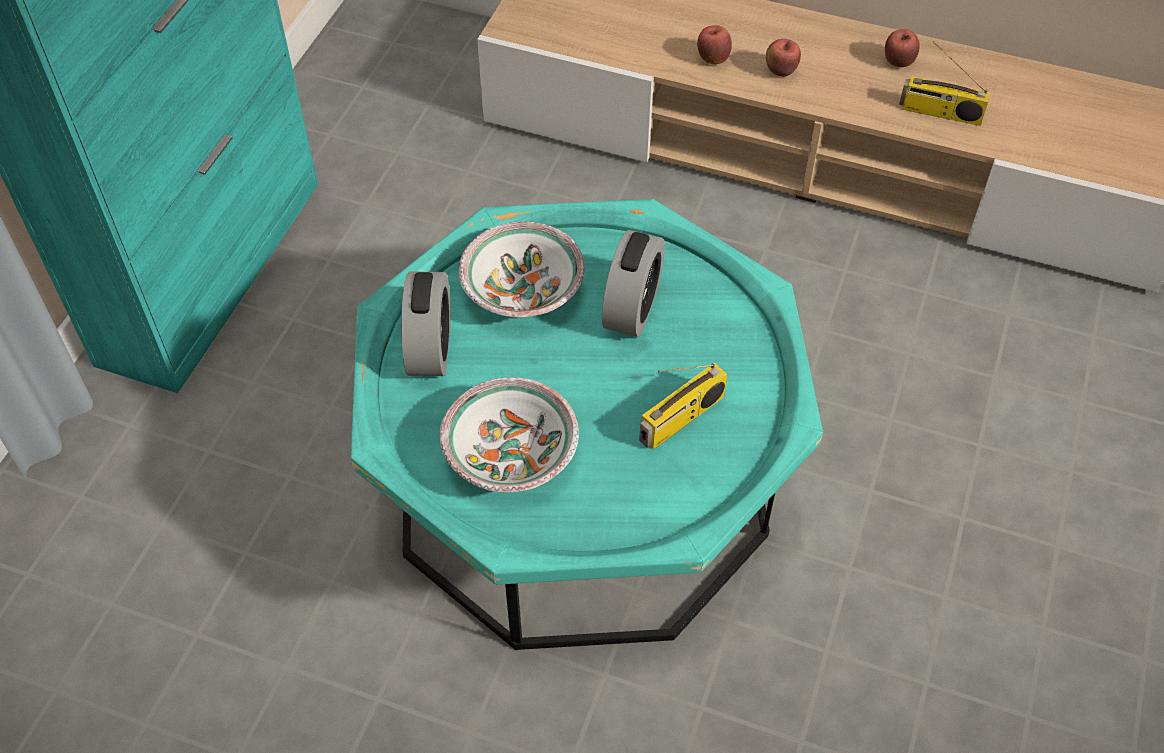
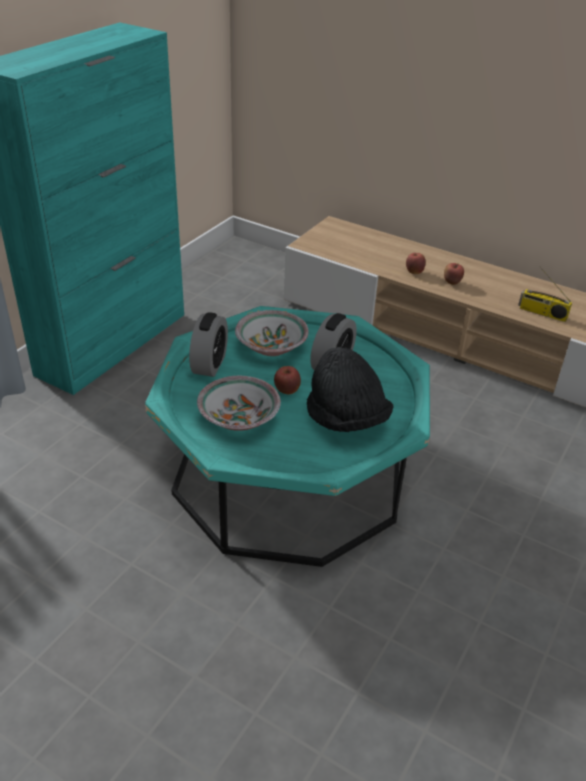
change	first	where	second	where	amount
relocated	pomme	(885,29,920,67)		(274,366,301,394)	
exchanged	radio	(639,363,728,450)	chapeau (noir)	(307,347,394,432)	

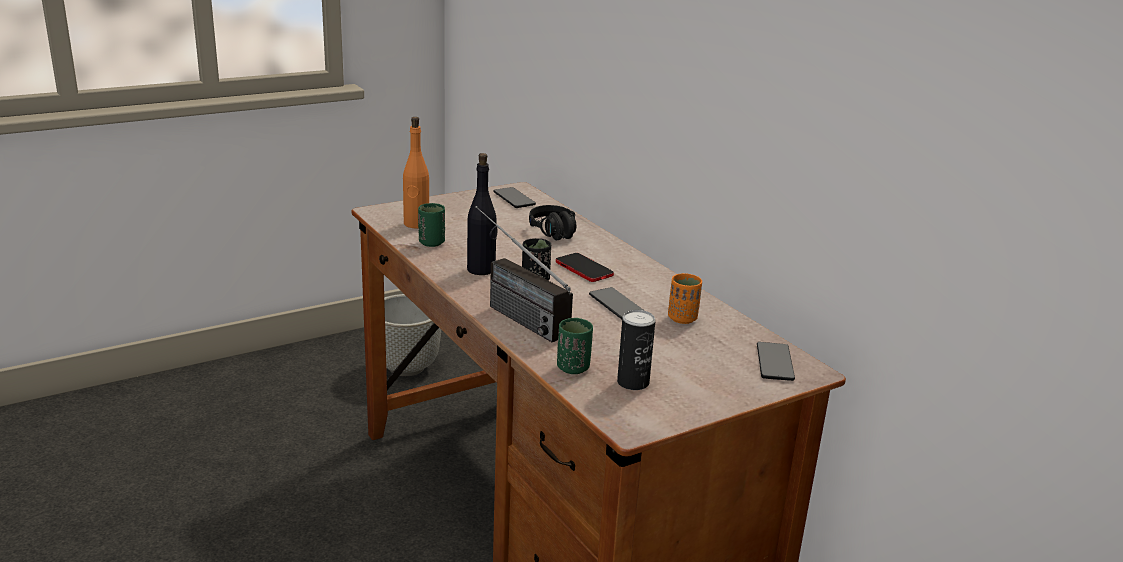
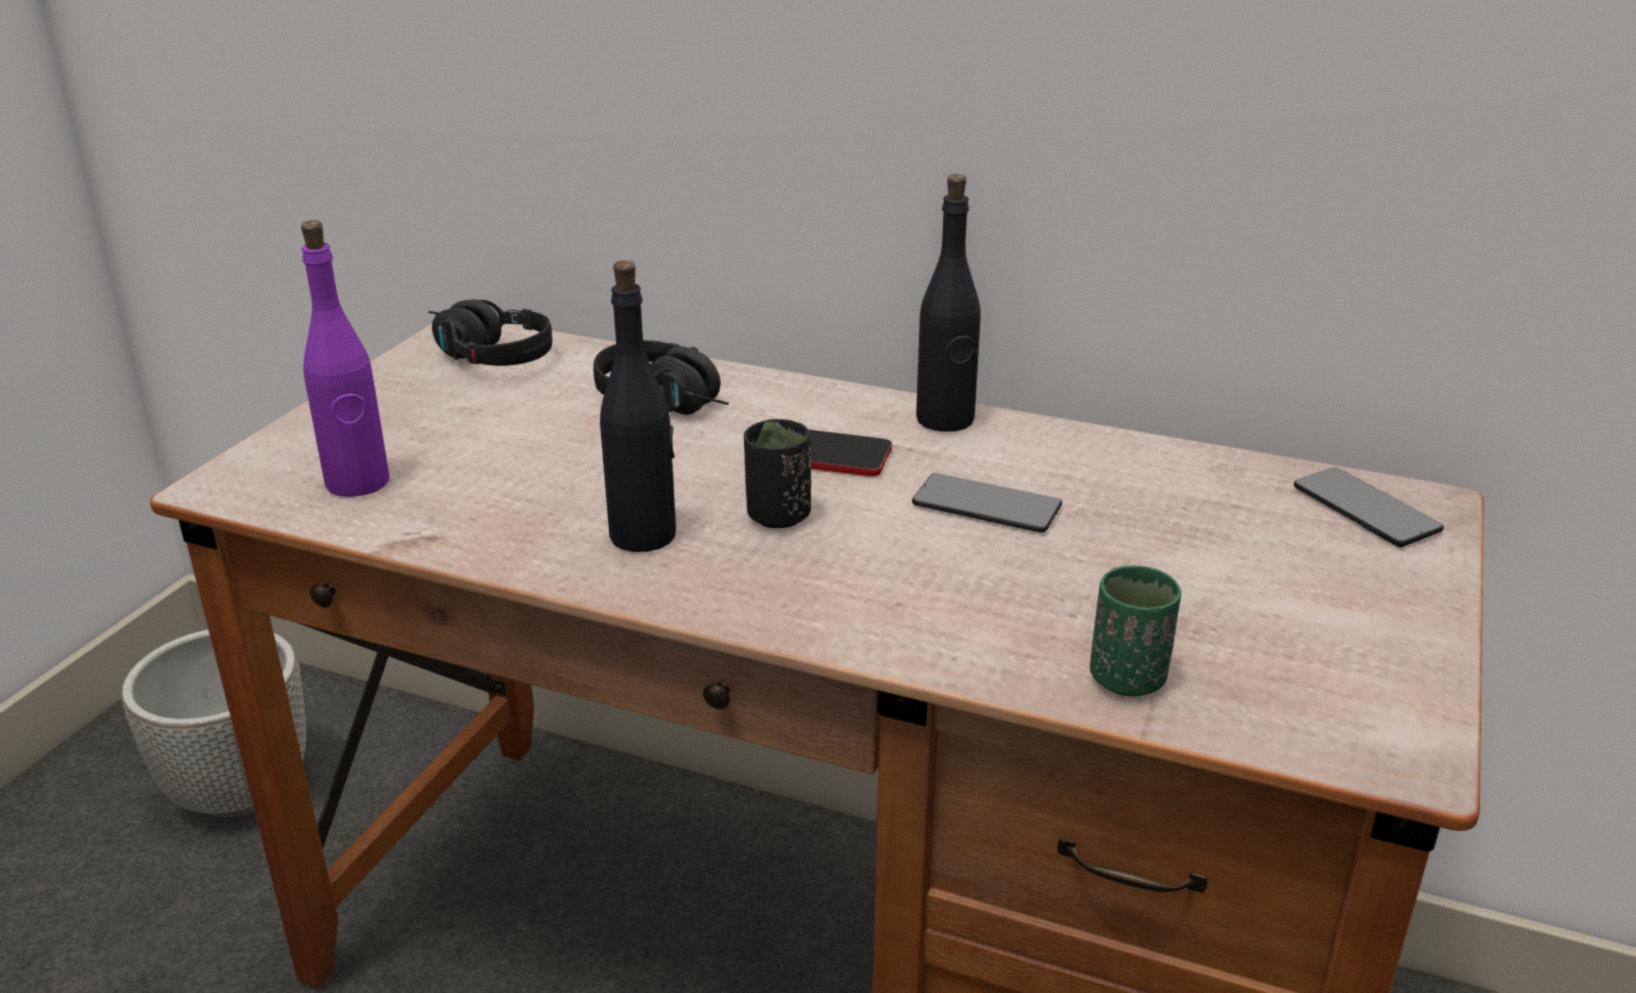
change	first	where	second	where	amount
colour	bouteille (orange)	(403,117,429,229)	bouteille (violet)	(301,220,389,497)	
exchanged	téléphone	(493,187,536,208)	casque audio (noir)	(428,299,552,366)	
appeared			bouteille (noir)	(916,174,981,432)	
missing	tasse (vert)	(418,203,445,247)			
missing	radio	(475,206,573,342)			
missing	boîte métallique	(617,310,655,390)			
missing	tasse (orange)	(668,273,702,324)			

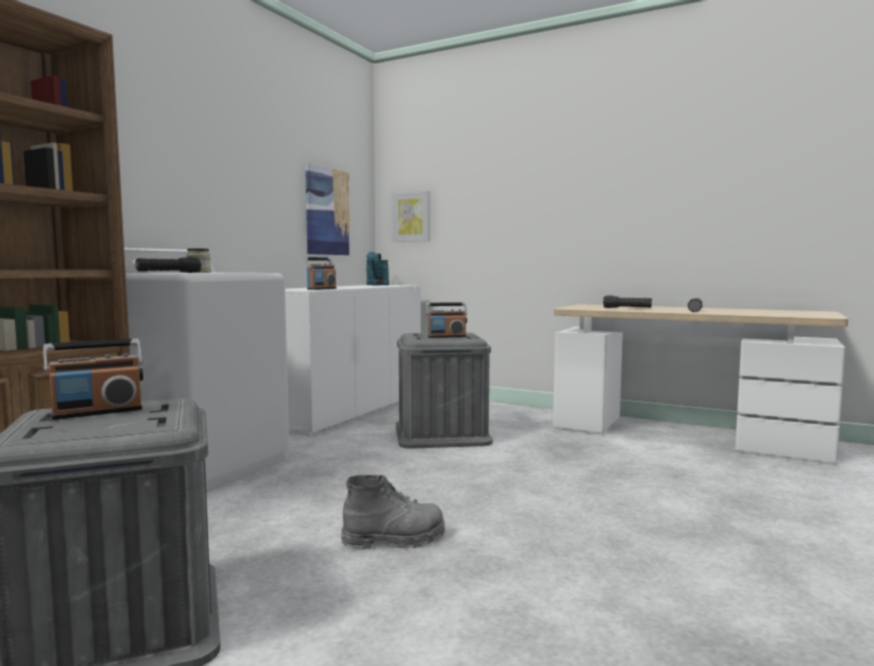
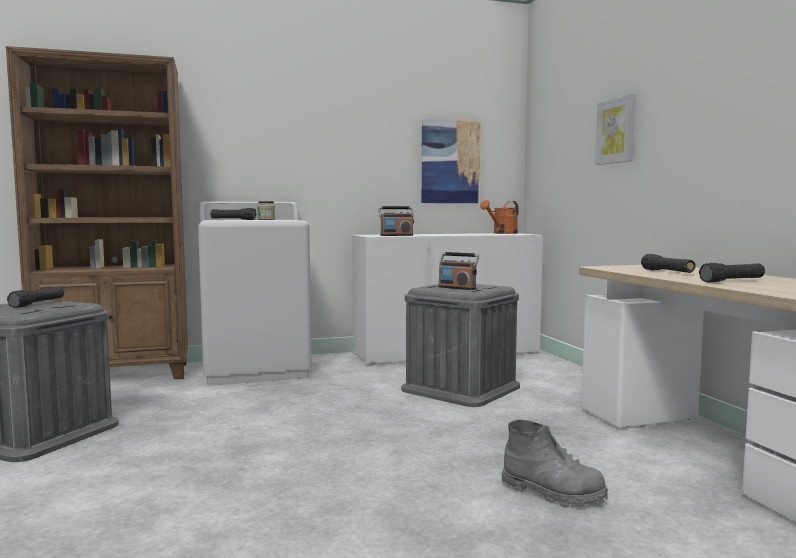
change	first	where	second	where	amount
exchanged	radio	(43,339,143,420)	lampe de poche (noir)	(7,286,65,308)	
colour	arrosoir (turquoise)	(366,252,389,285)	arrosoir (orange)	(480,200,519,234)	
relocated	botte (gris)	(341,475,445,549)		(501,420,608,507)	
relocated	tableau	(392,191,430,242)		(595,93,636,165)	

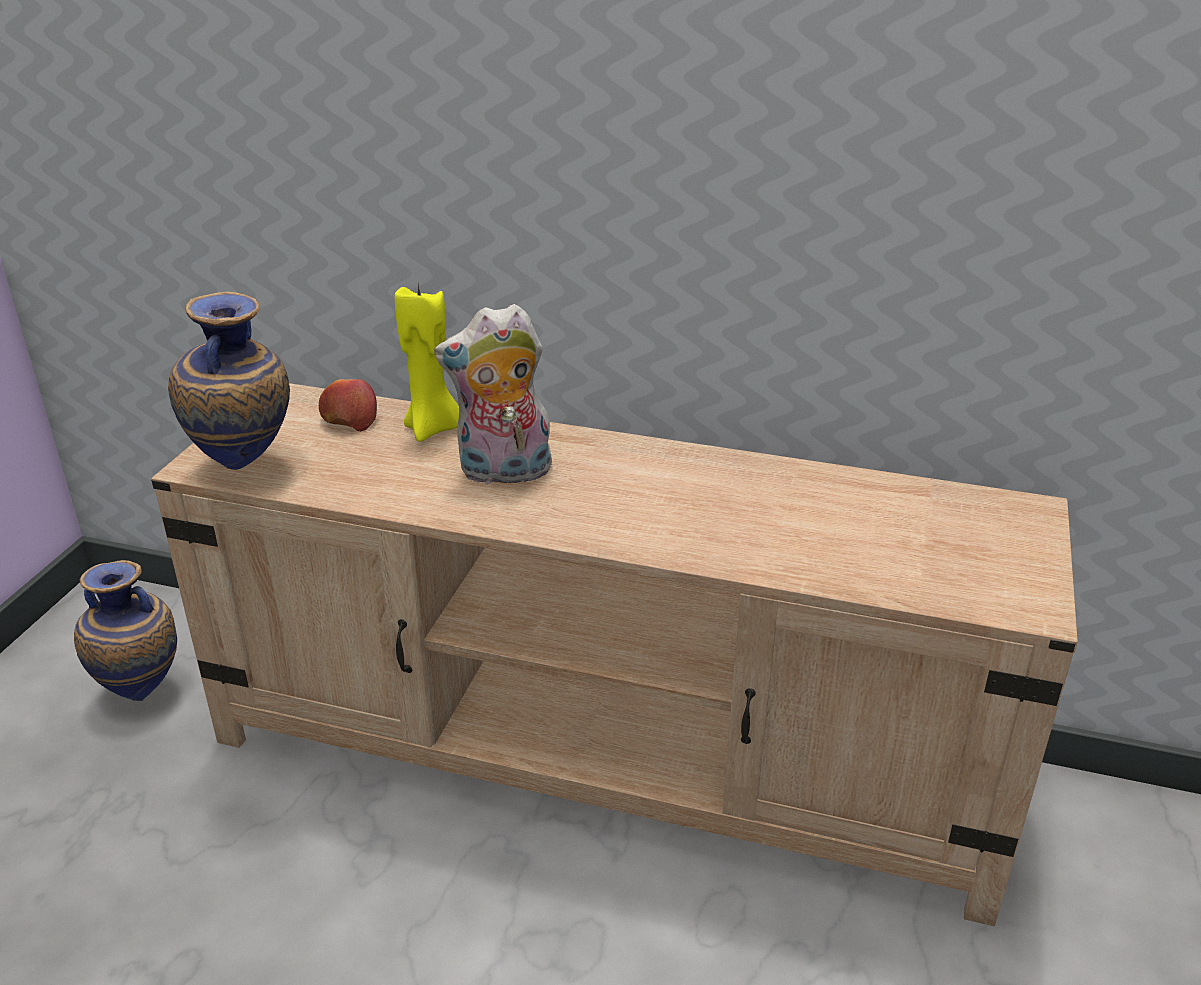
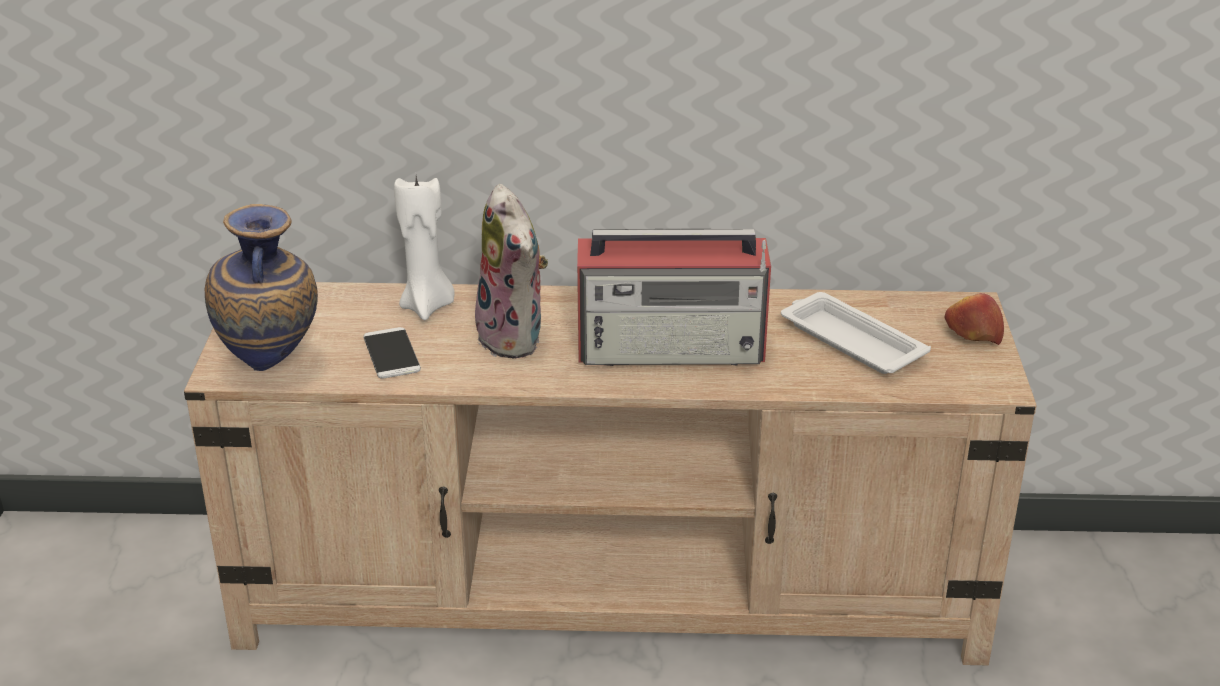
change	first	where	second	where	amount
appeared			téléphone	(363,327,421,379)	
colour	bougie (jaune)	(395,285,459,442)	bougie (blanc)	(394,176,455,320)	
spun	peluche	(434,304,552,485)		(475,184,548,359)	90 degrees counterclockwise
appeared			radio	(577,229,771,366)	
appeared			plateau (blanc)	(781,292,931,374)	
relocated	pomme	(319,379,377,432)		(945,293,1004,345)	
missing	vase	(74,560,177,701)			

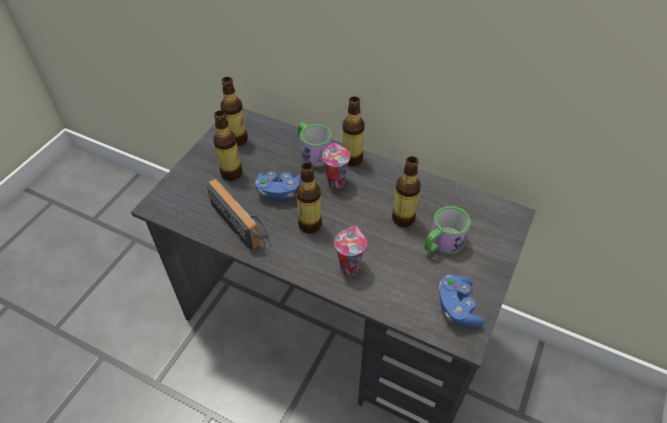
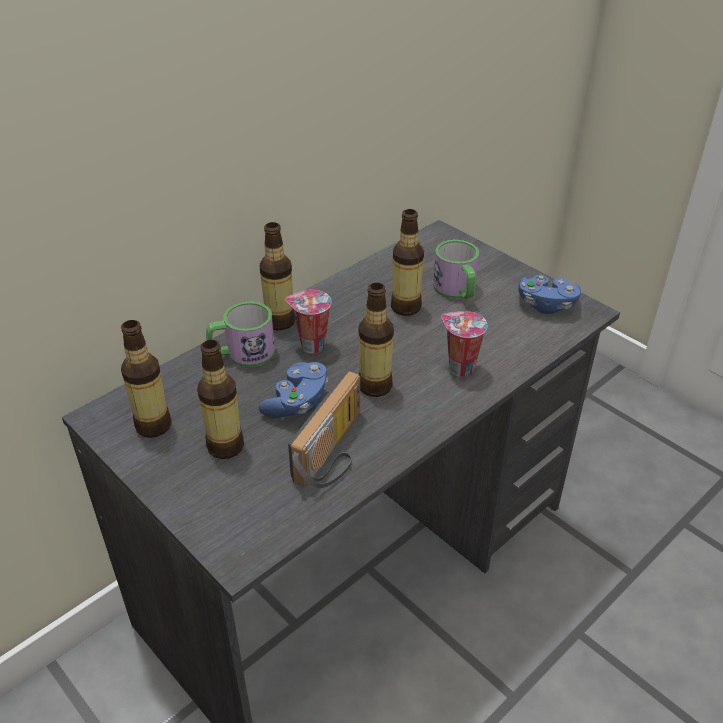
change	first	where	second	where	amount
spun	radio	(207,179,268,250)		(288,371,360,488)	135 degrees clockwise

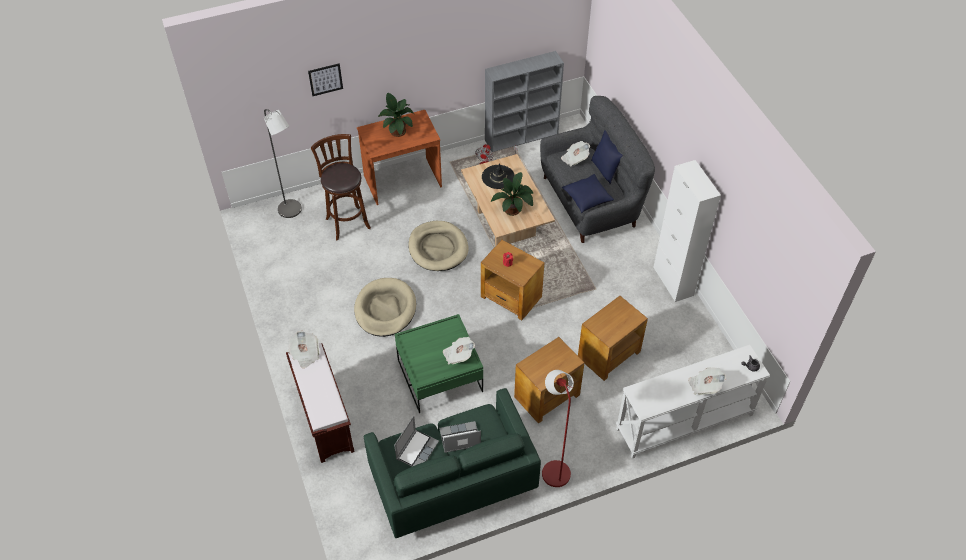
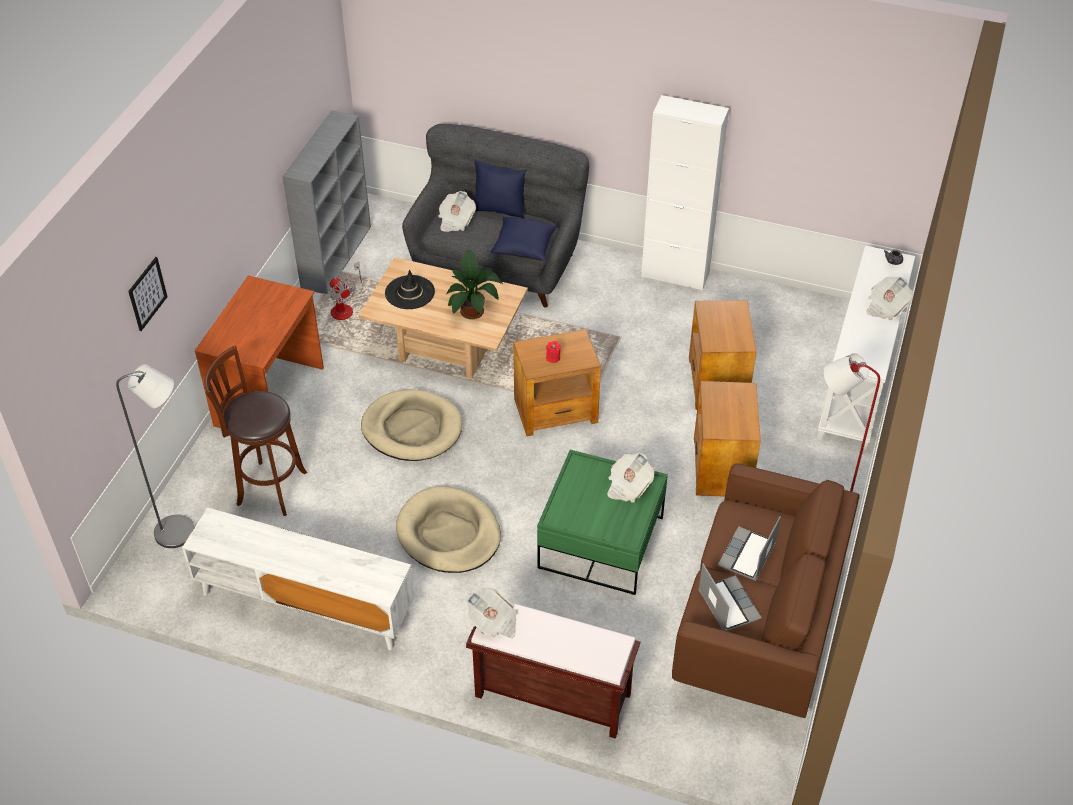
change	first	where	second	where	amount
appeared			meuble télé (blanc)	(182,507,415,650)	
colour	canapé (vert)	(363,388,541,538)	canapé (marron)	(672,464,860,718)	
missing	plante en pot	(377,93,414,137)			

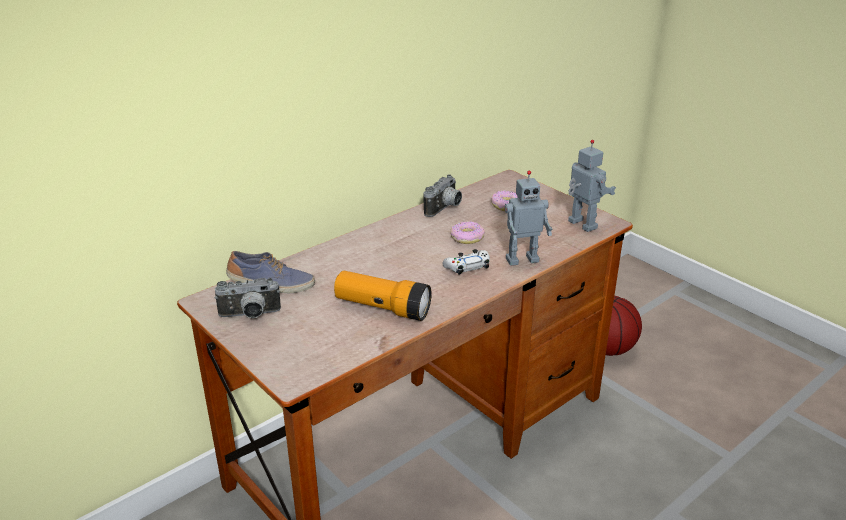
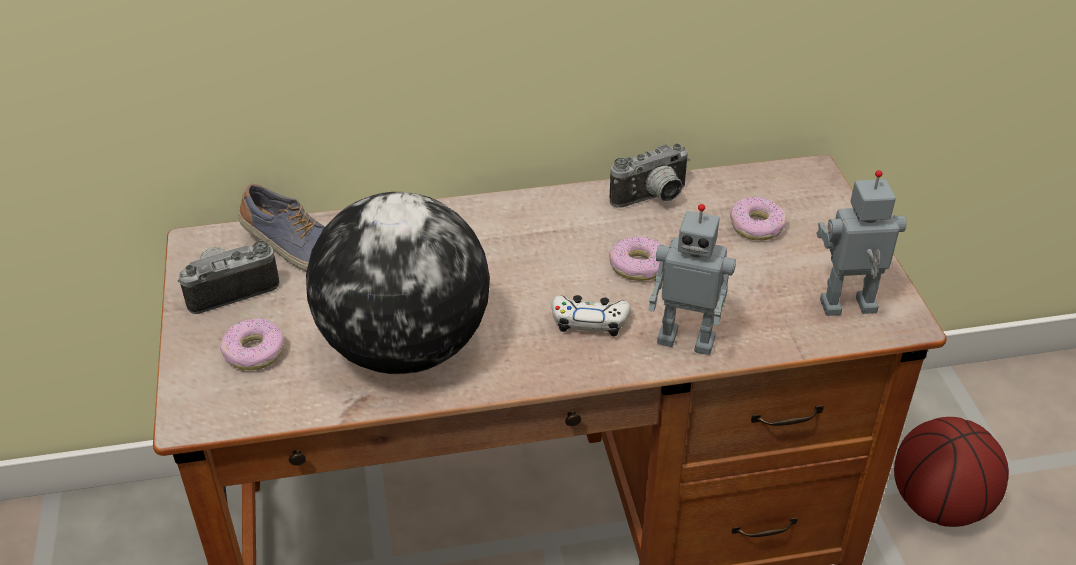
change	first	where	second	where	amount
spun	appareil photo	(214,278,281,318)		(178,241,280,314)	135 degrees clockwise
appeared			beignet	(220,318,284,370)	
exchanged	lampe de poche	(334,271,432,321)	globe	(306,192,490,374)	
spun	robot jouet	(568,140,616,232)		(816,170,906,316)	90 degrees counterclockwise

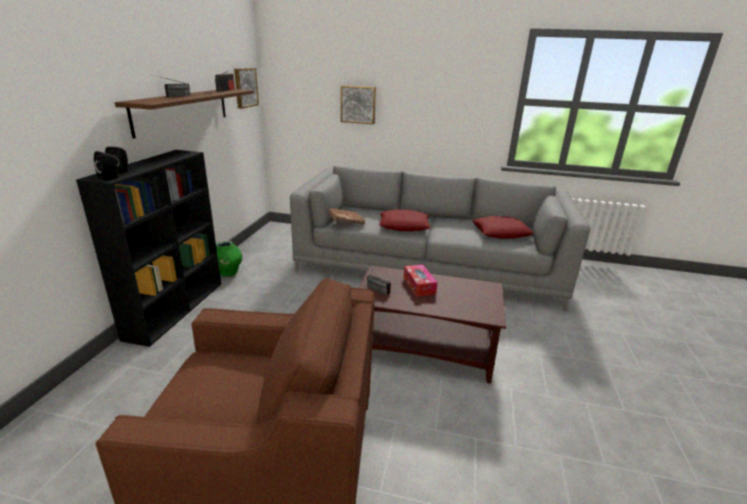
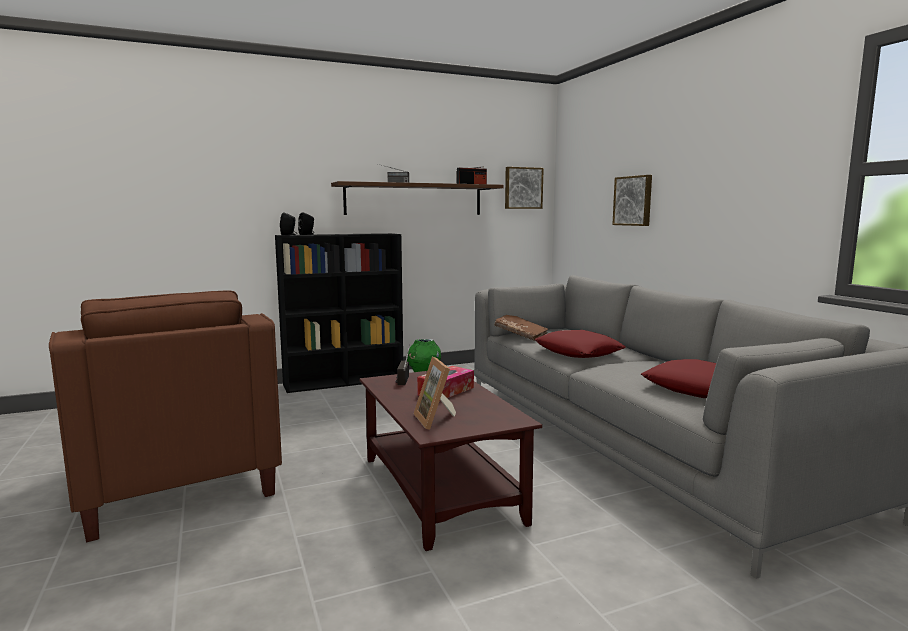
change	first	where	second	where	amount
appeared			cadre photo	(414,357,456,430)	

